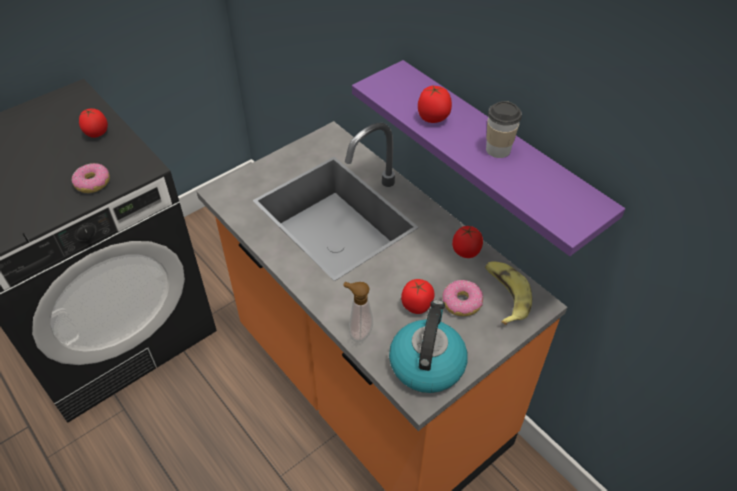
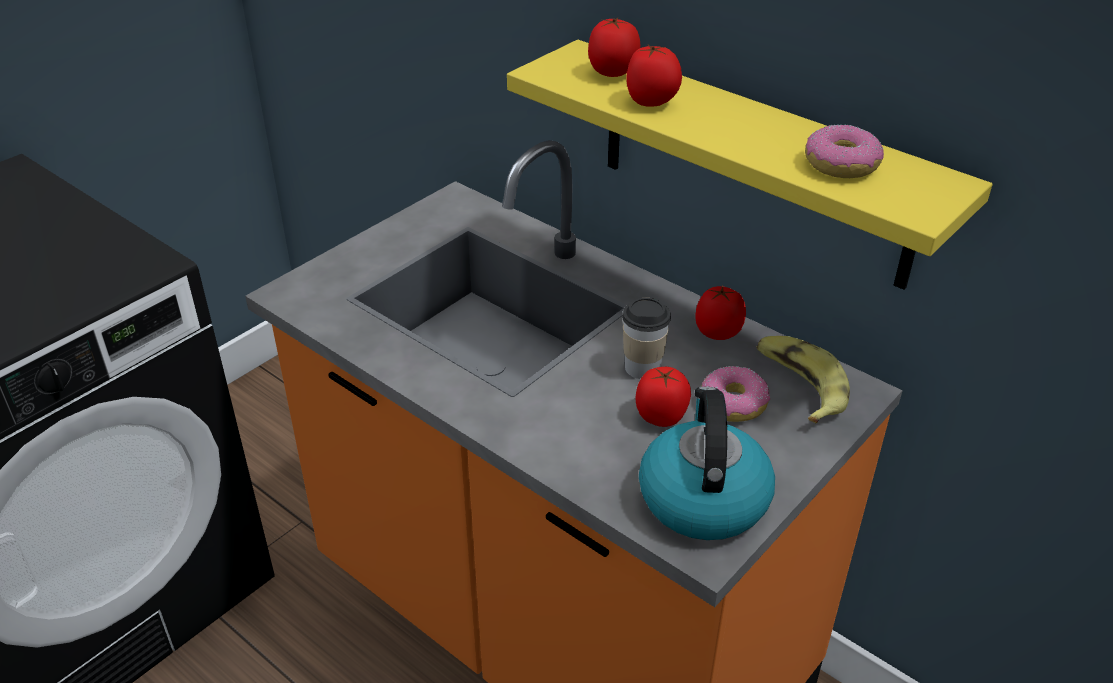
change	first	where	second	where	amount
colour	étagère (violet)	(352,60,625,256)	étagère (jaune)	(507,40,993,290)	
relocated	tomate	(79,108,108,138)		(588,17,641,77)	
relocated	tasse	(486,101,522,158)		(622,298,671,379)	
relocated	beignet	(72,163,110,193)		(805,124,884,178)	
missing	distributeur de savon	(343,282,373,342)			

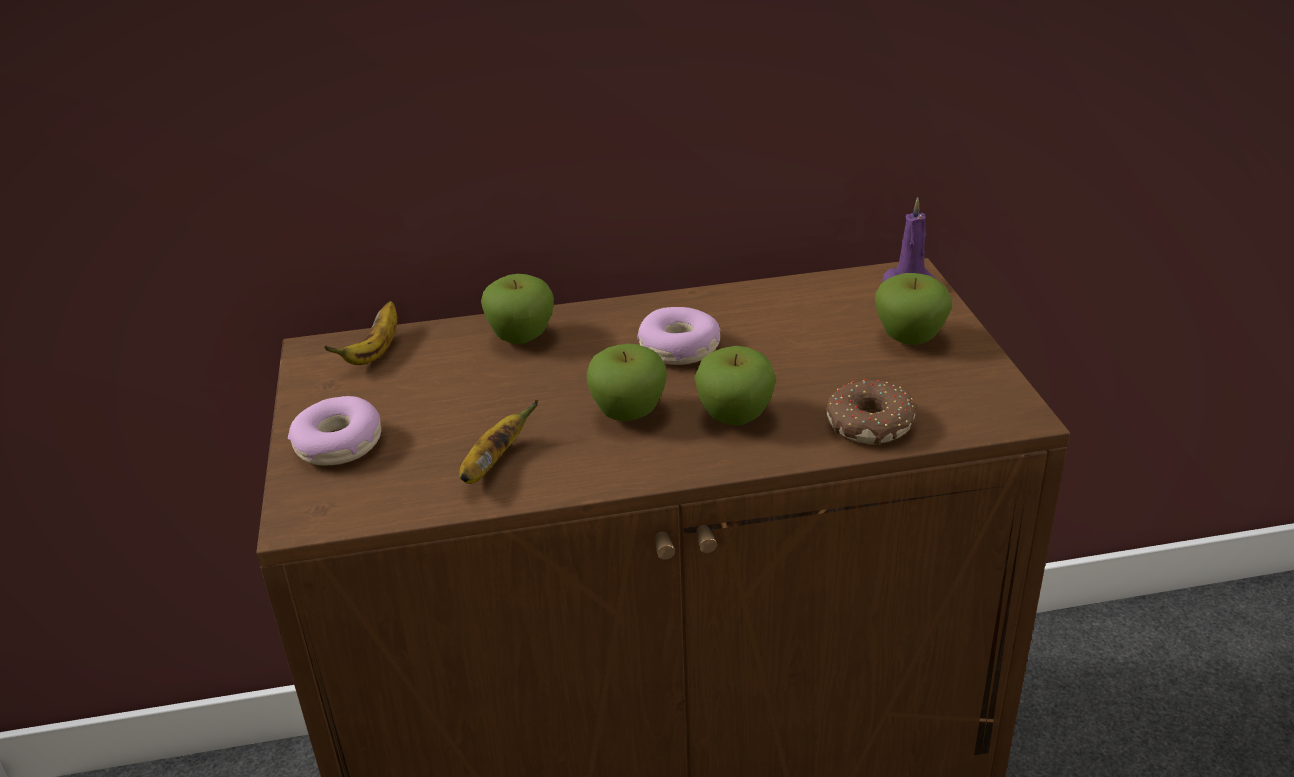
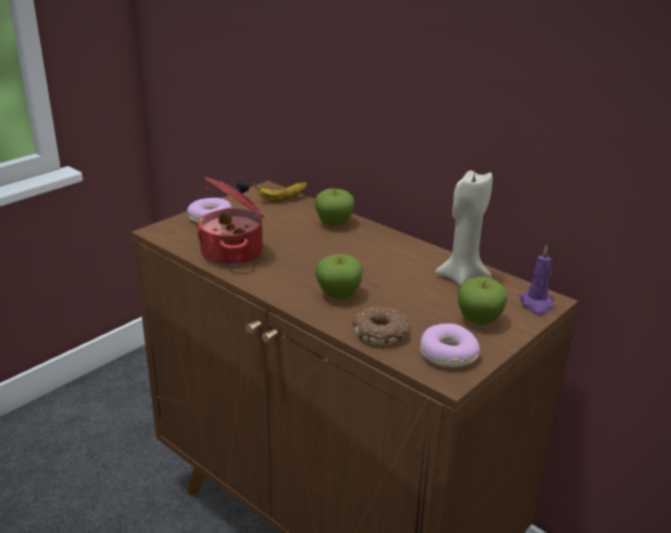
change	first	where	second	where	amount
exchanged	banane	(460,400,538,484)	marmite	(196,177,264,266)	
relocated	beignet	(637,307,720,365)		(420,323,480,368)	
appeared			bougie (beige)	(435,171,492,287)	
missing	pomme	(587,344,667,421)			

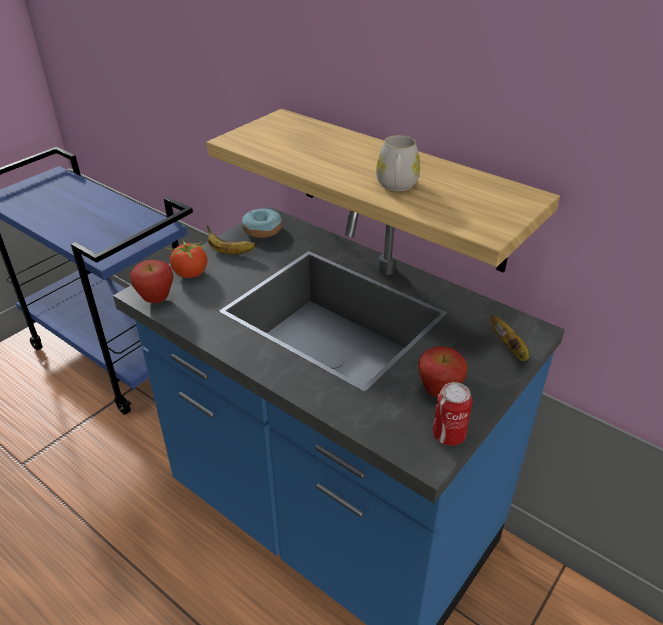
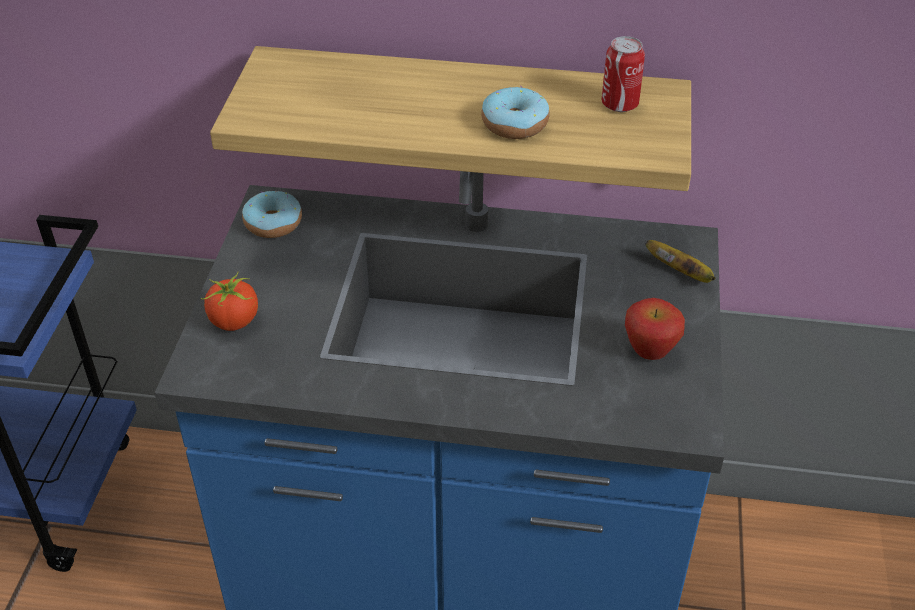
change	first	where	second	where	amount
exchanged	mug (blanc)	(376,135,420,191)	beignet	(481,86,549,139)	
relocated	boîte métallique	(432,382,472,446)		(601,36,645,112)	
missing	pomme	(130,260,174,303)			
missing	banane	(207,225,256,254)			

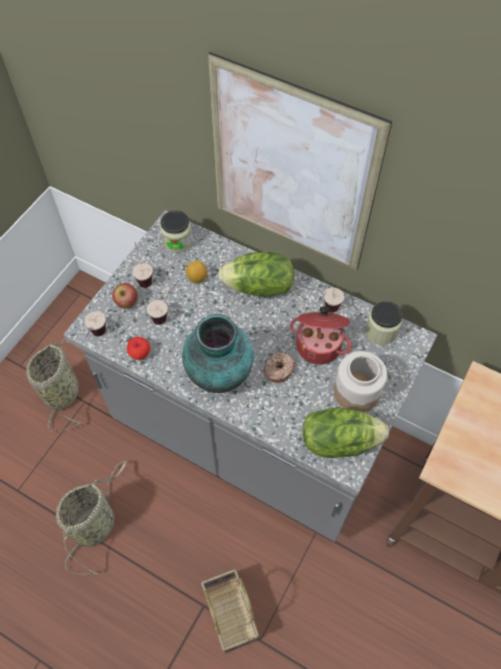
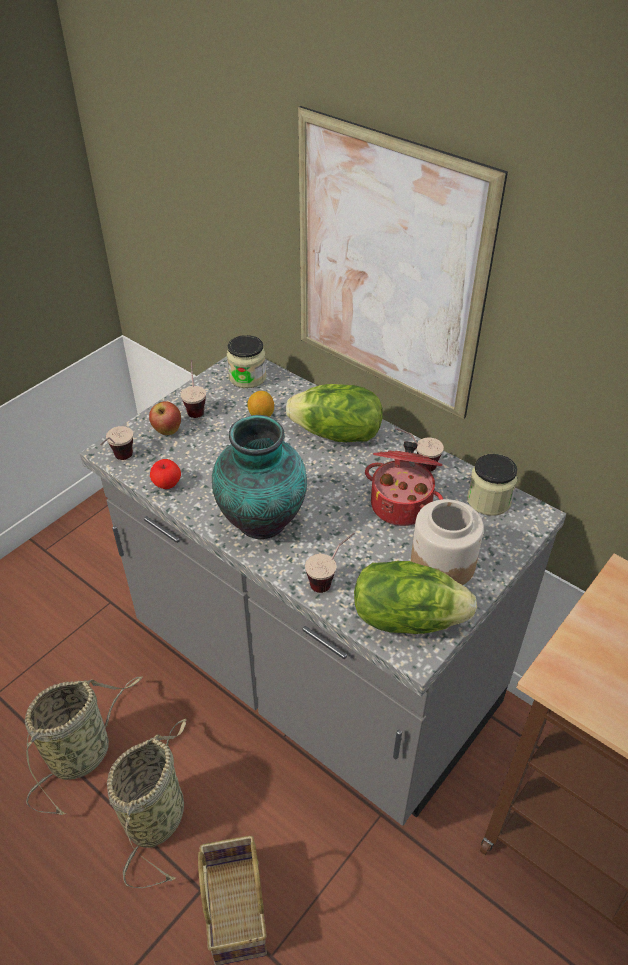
change	first	where	second	where	amount
relocated	panier	(26,338,81,432)		(107,719,187,888)	
relocated	tasse	(147,284,176,325)		(305,533,355,593)	
missing	beignet	(264,351,295,383)			

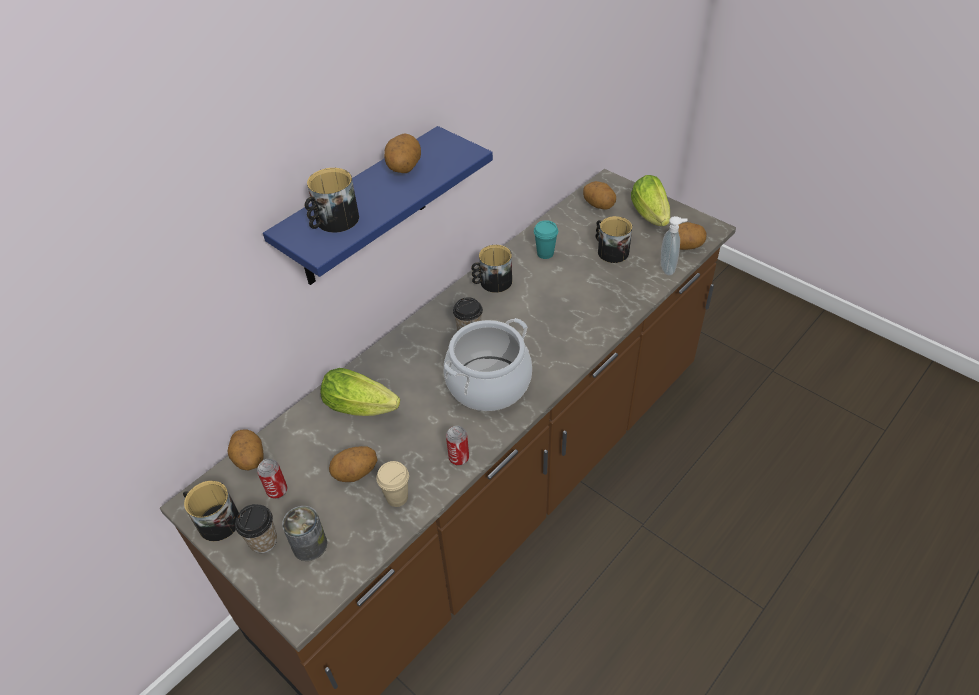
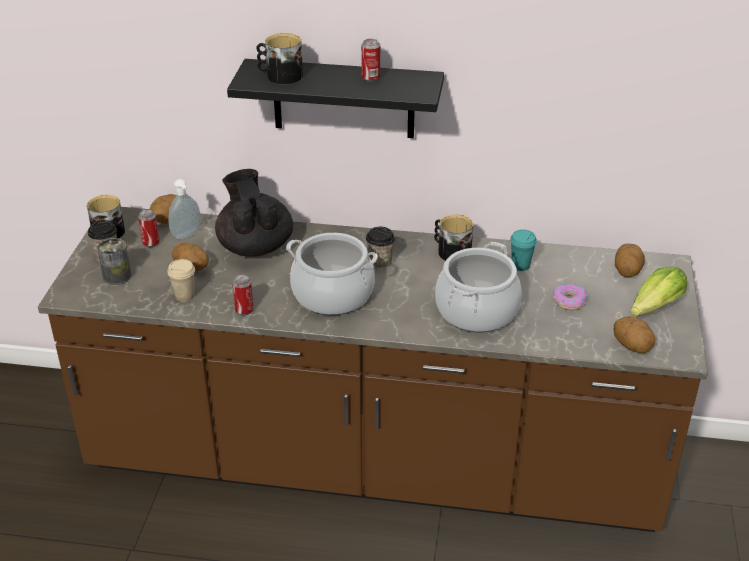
change	first	where	second	where	amount
relocated	distributeur de savon	(661,216,688,275)		(168,179,201,239)	
exchanged	laitue	(321,368,400,416)	théière (noir)	(215,169,293,257)	
colour	étagère (bleu)	(263,126,493,285)	étagère (noir)	(227,59,444,138)	
exchanged	pomme de terre	(384,134,421,173)	boîte métallique	(361,39,380,82)	
appeared			marmite	(435,242,522,332)	
exchanged	mug	(596,216,632,263)	beignet	(552,284,587,310)	

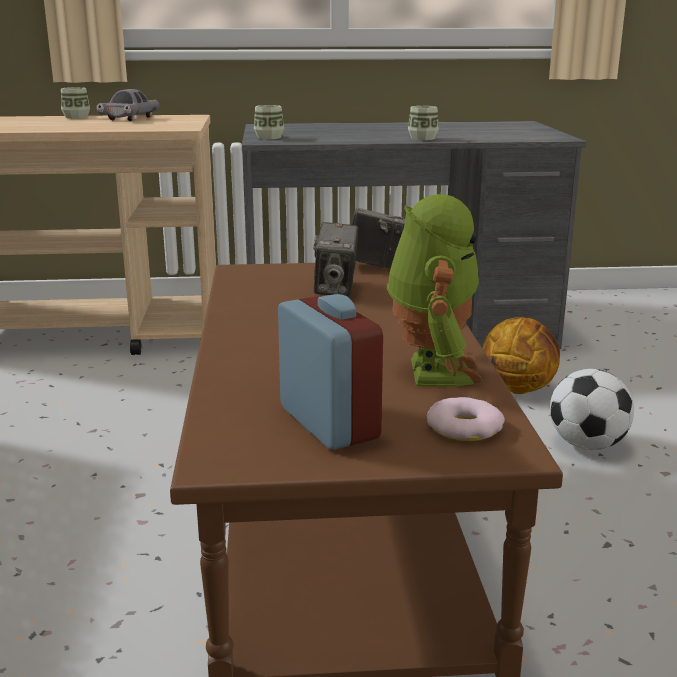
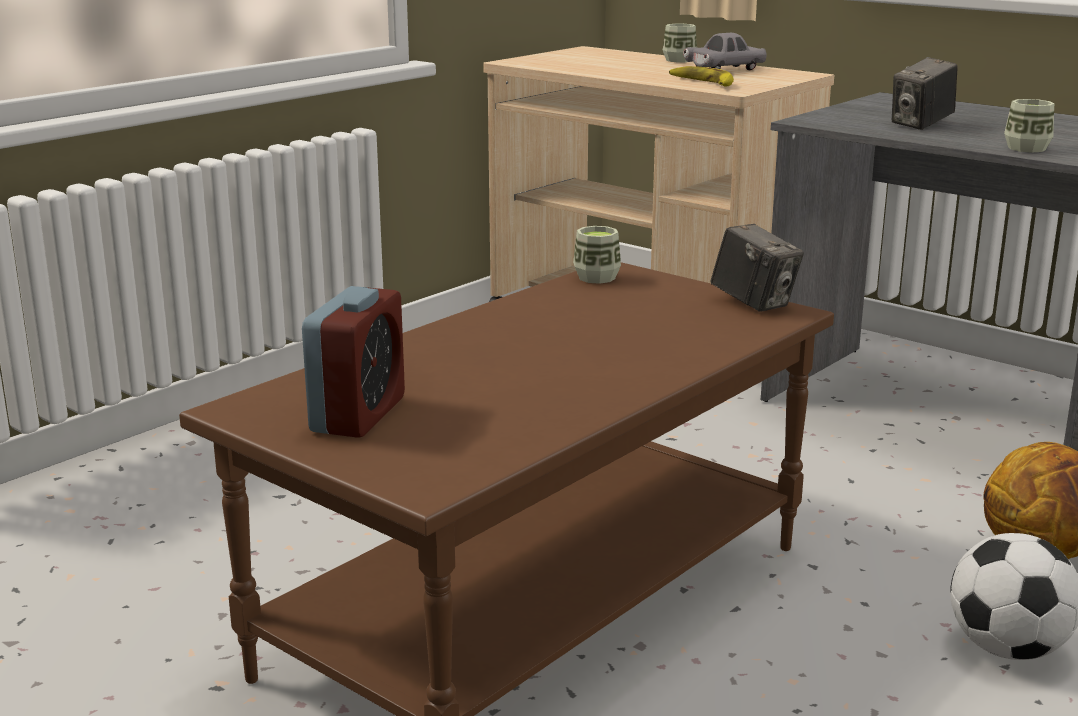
change	first	where	second	where	amount
relocated	tasse	(254,105,284,139)		(573,226,621,284)	
appeared			banane	(669,66,734,86)	
relocated	appareil photo	(313,222,358,297)		(892,57,958,130)	
missing	robot jouet	(387,194,482,387)			
missing	beignet	(427,397,505,441)			

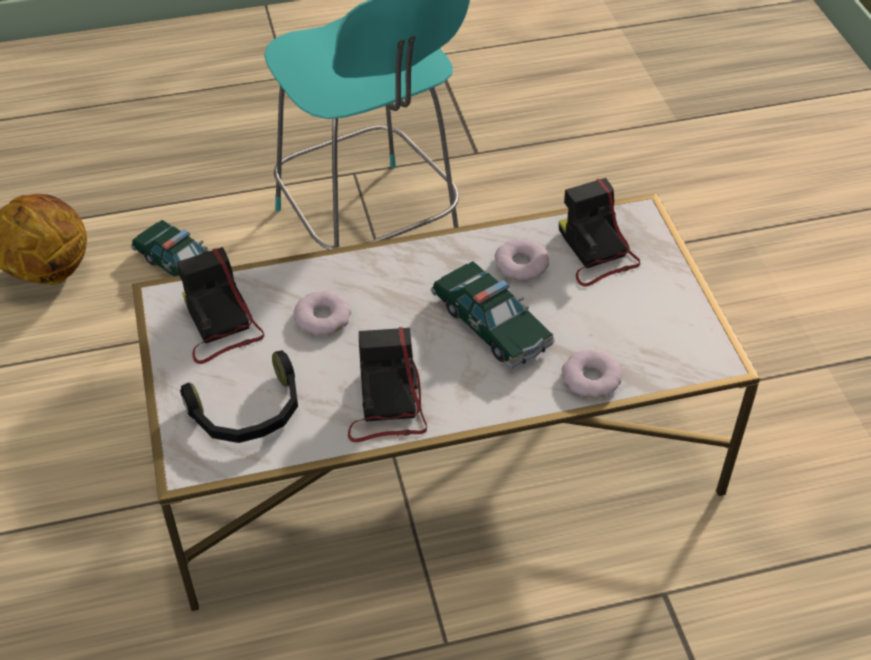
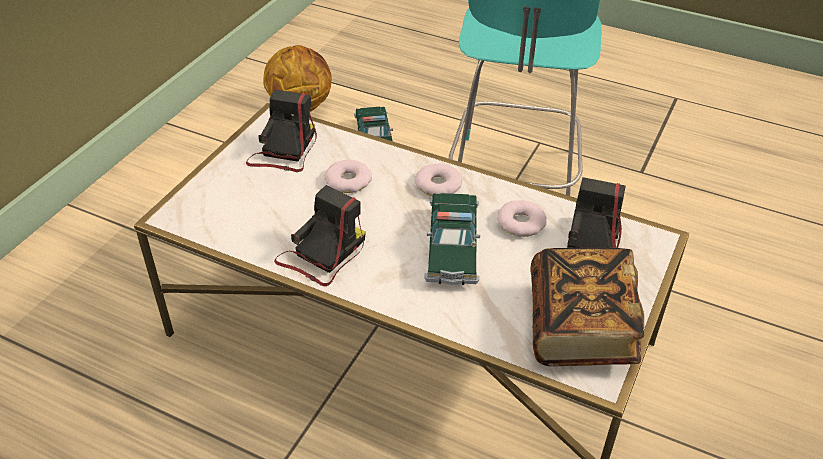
change	first	where	second	where	amount
relocated	beignet	(562,350,622,398)		(415,163,462,196)	
appeared			livre	(530,248,644,367)	
missing	casque audio (noir)	(180,350,298,443)			

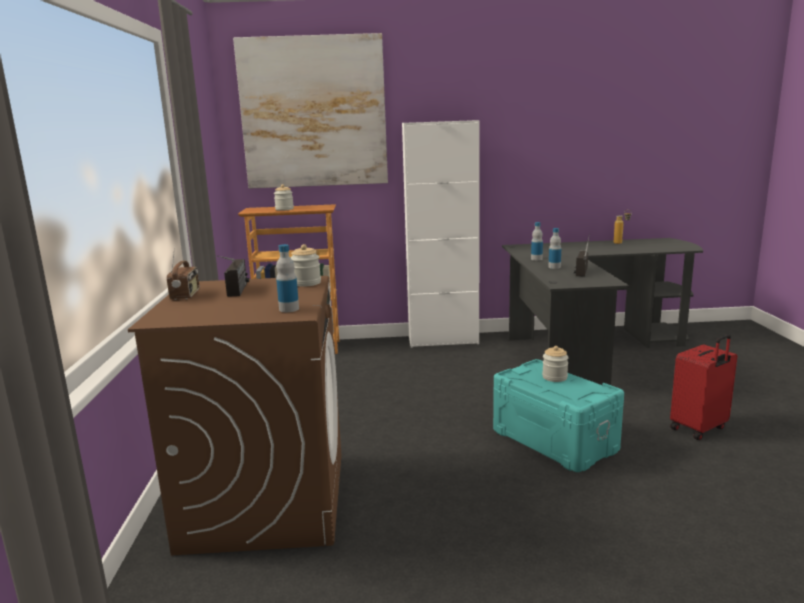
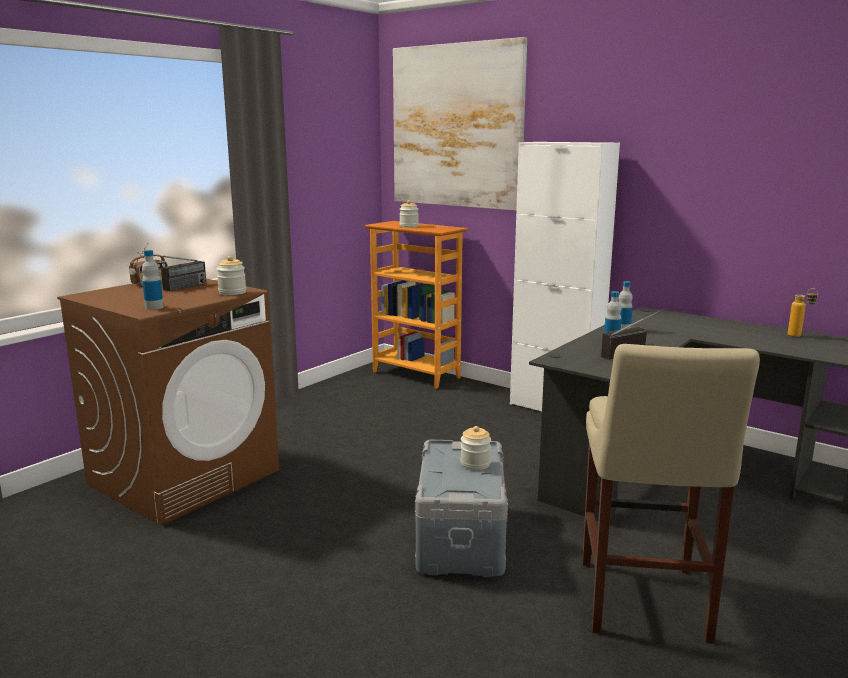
change	first	where	second	where	amount
colour	boîte de rangement (turquoise)	(493,359,624,472)	boîte de rangement (gris)	(415,440,508,577)	
exchanged	valise (rouge)	(670,334,737,440)	tabouret (beige)	(582,344,760,643)	

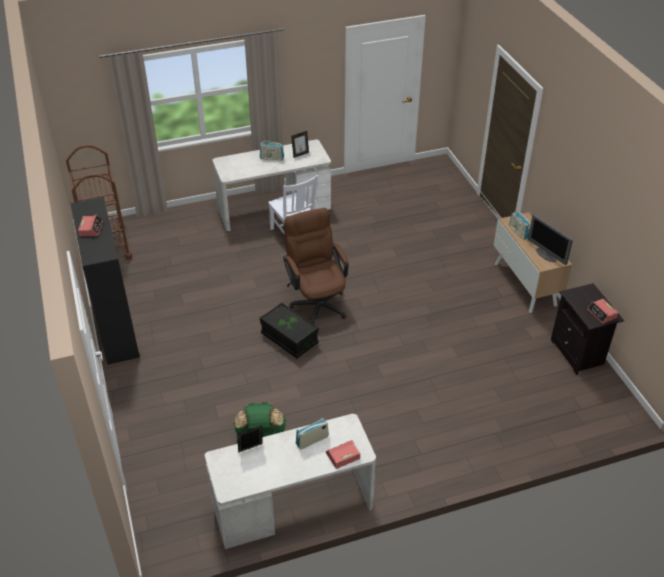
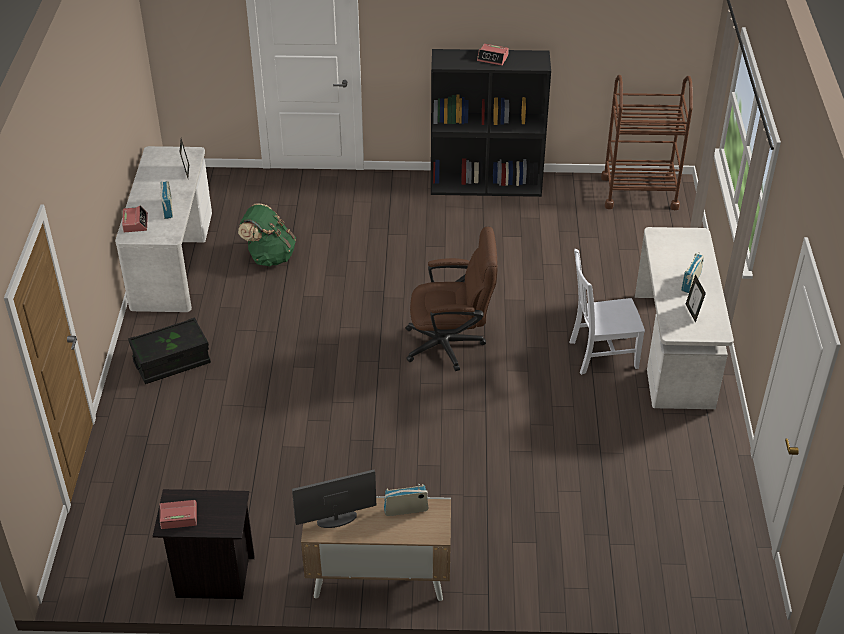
change	first	where	second	where	amount
relocated	boîte de rangement (noir)	(260,303,319,358)		(128,317,211,384)	

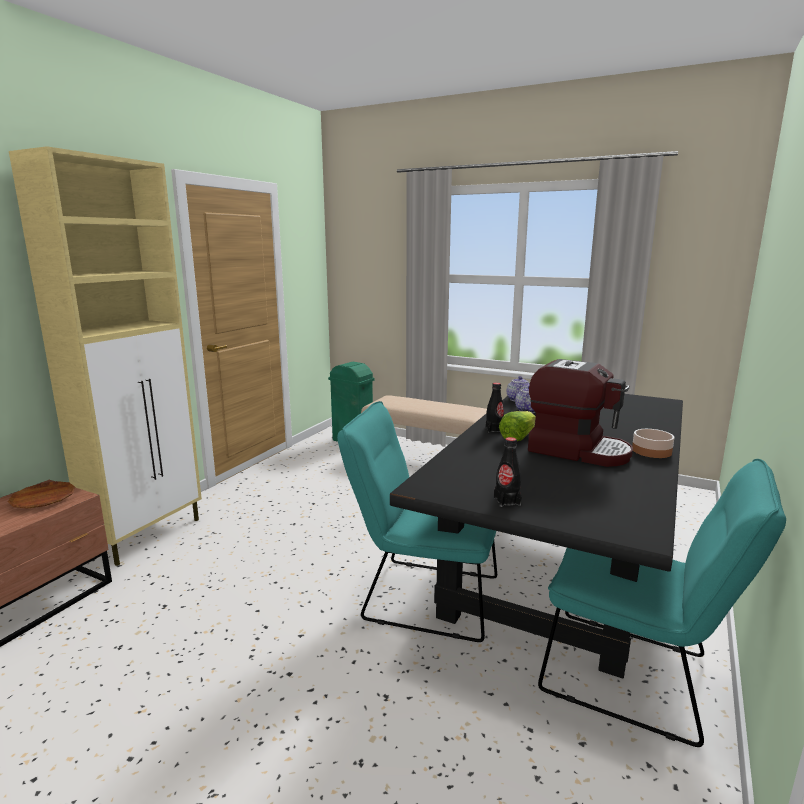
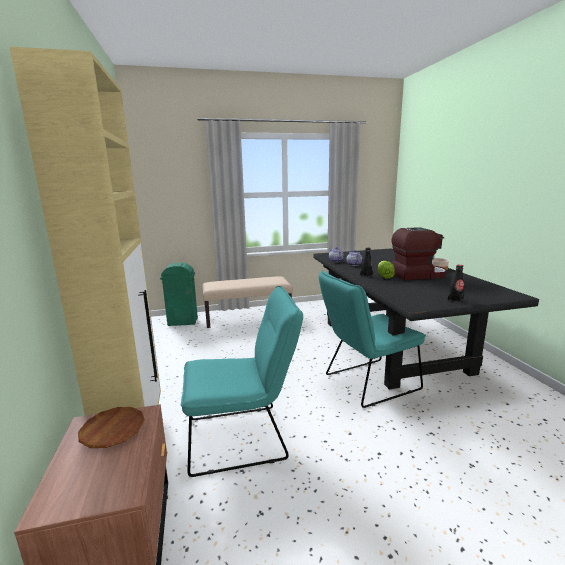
change	first	where	second	where	amount
relocated	chaise (turquoise)	(538,459,786,747)		(181,286,303,477)	

